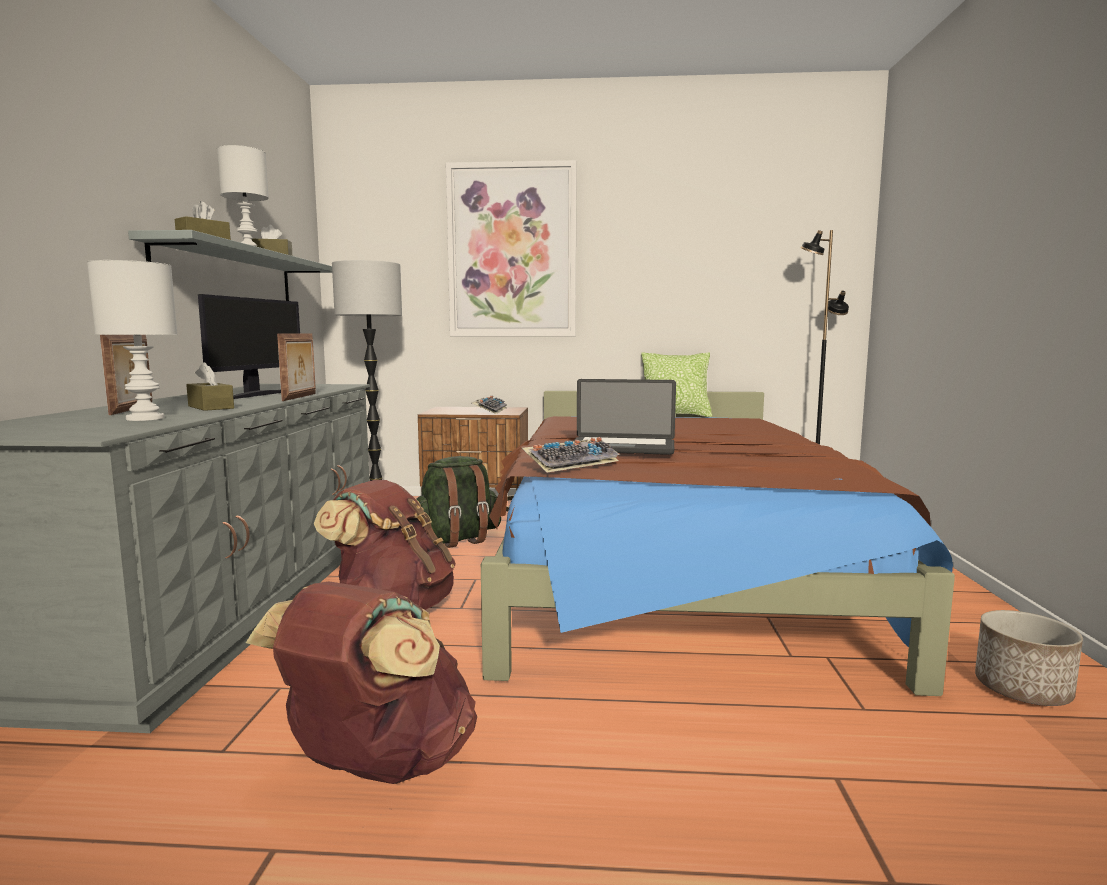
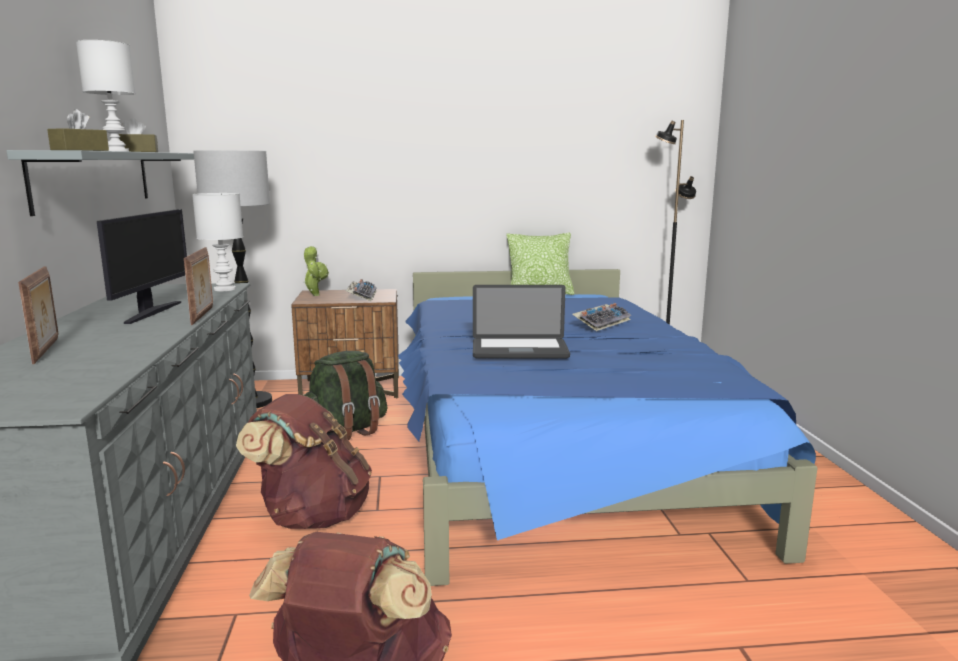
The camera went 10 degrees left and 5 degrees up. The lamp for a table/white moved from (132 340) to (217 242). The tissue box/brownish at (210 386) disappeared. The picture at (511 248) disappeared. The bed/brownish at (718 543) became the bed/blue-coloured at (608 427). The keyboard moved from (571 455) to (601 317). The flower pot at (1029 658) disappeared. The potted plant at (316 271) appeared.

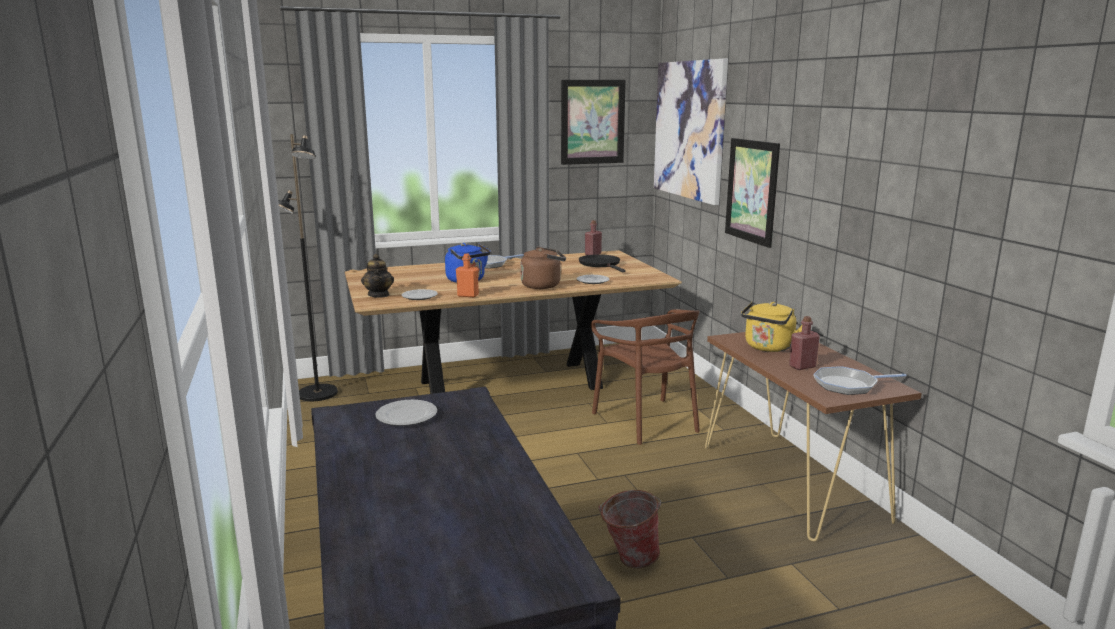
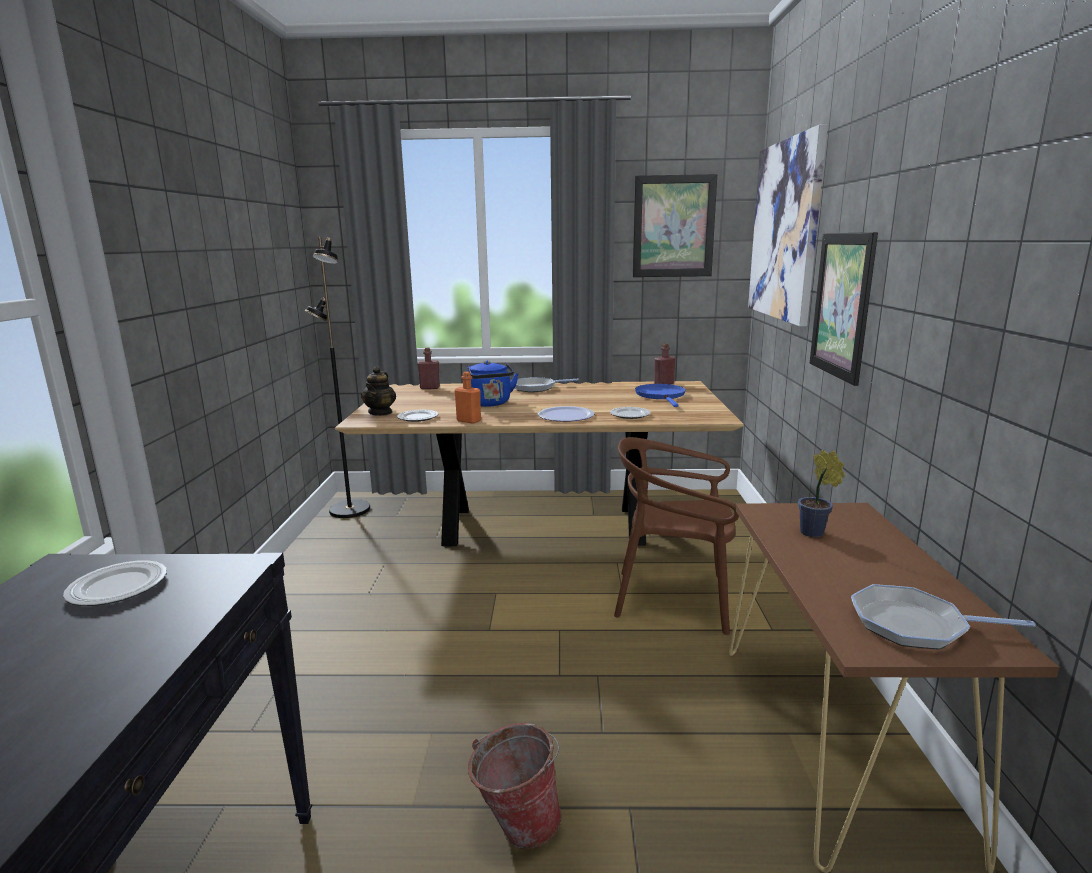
The camera went 20 degrees right and 0 degrees up. The tea kettle/brownish at (543 268) was replaced by the dinner plate at (566 414). The frying pan/black-coloured at (602 263) became the frying pan/blue-coloured at (660 395). The chair/brownish at (645 377) turned 105 degrees clockwise. The tea kettle/yellow at (771 327) was replaced by the potted plant at (821 493). The bottle/reddish moved from (804 343) to (428 368).

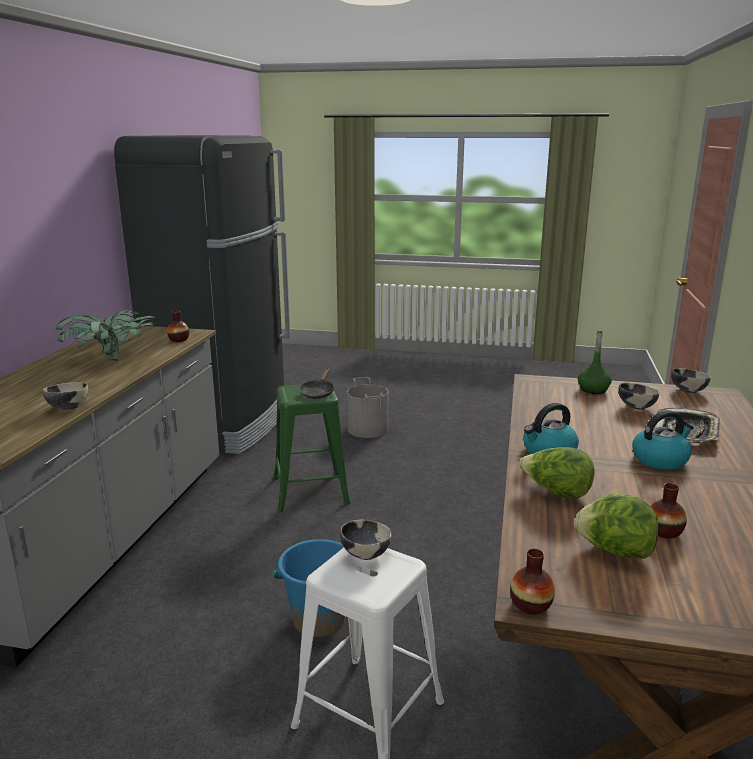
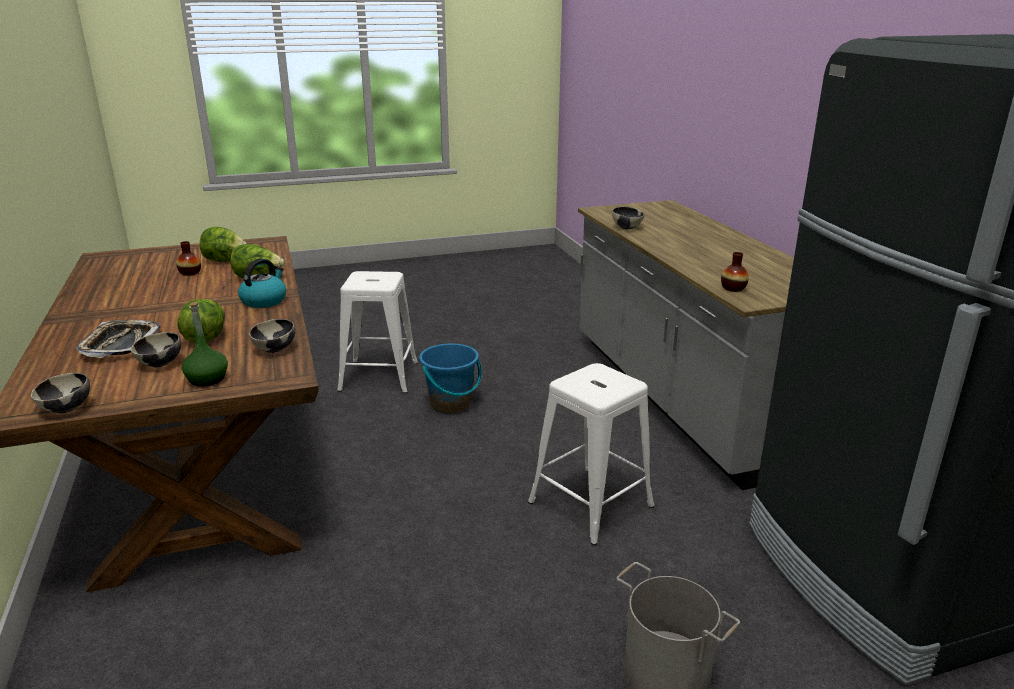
The camera went 150 degrees right and 5 degrees up. The potted plant at (104 335) disappeared. The sitting stool/green-coloured at (312 448) became the sitting stool/white at (591 454). The frying pan/black-coloured at (317 383) disappeared. The serving bowl moved from (365 540) to (272 336). The decorative vase at (532 582) disappeared. The tea kettle at (663 440) disappeared. The lettuce at (201 321) appeared.

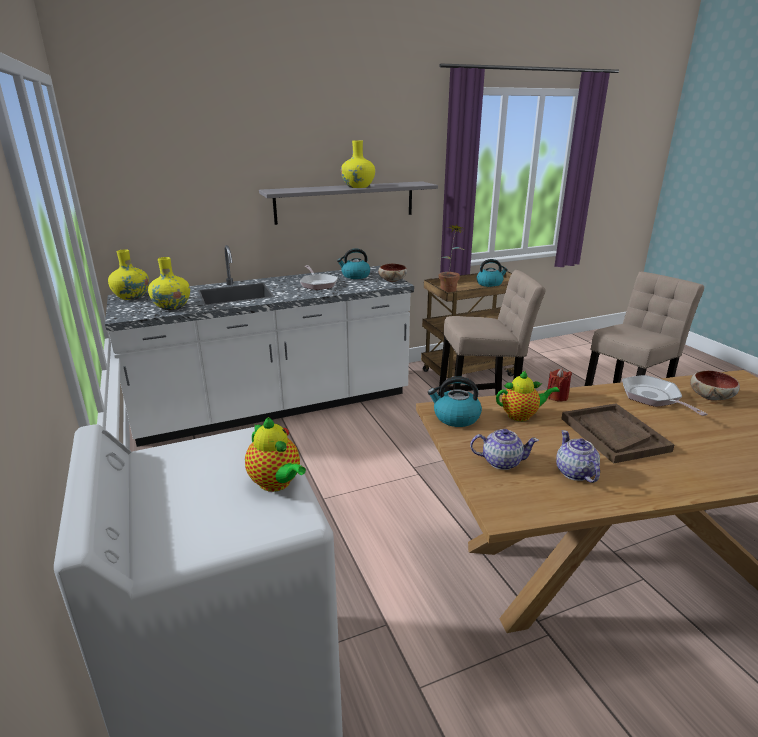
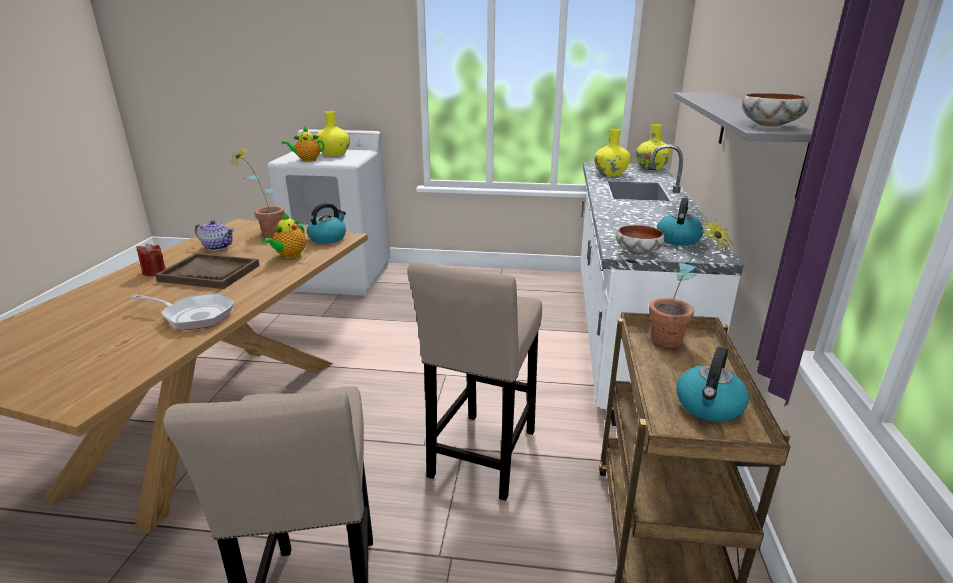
The camera went 120 degrees right and 0 degrees up. The frying pan at (319 277) disappeared. The decorative vase/yellow moved from (358 164) to (332 134). The pot for tea at (504 449) was replaced by the potted plant at (257 191). The wax candle/reddish moved from (559 385) to (151 259). The serving bowl moved from (715 386) to (775 110).

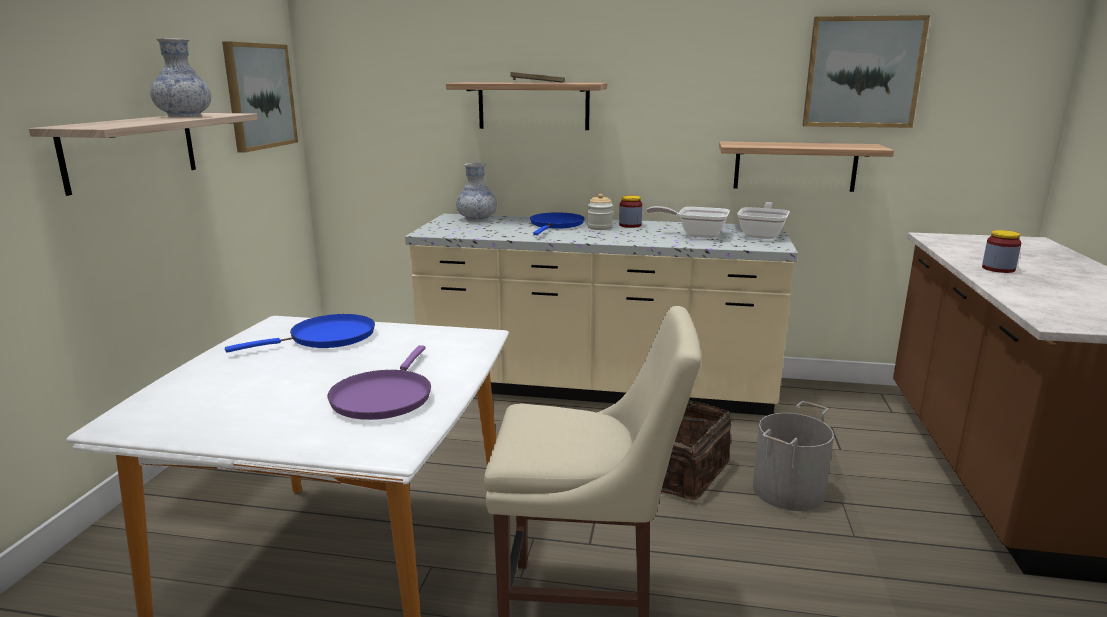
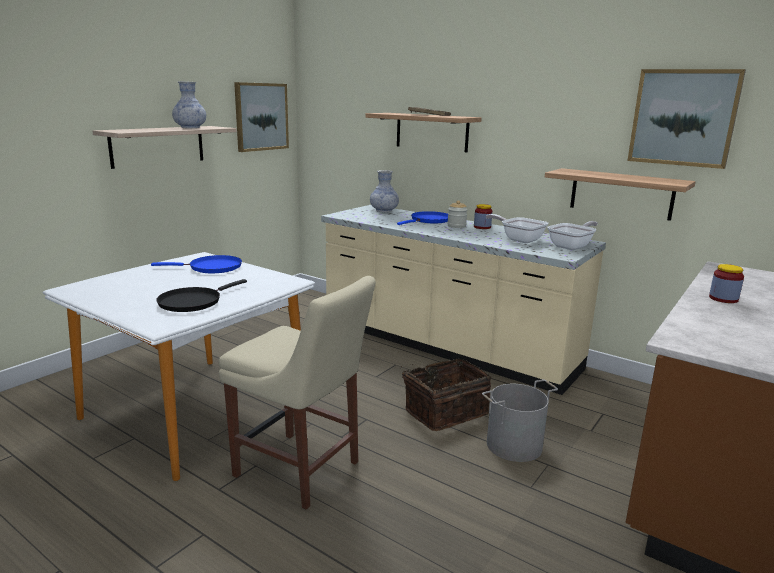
The camera went 25 degrees right and 0 degrees up. The frying pan/purplish at (379 382) became the frying pan/black-coloured at (201 295).

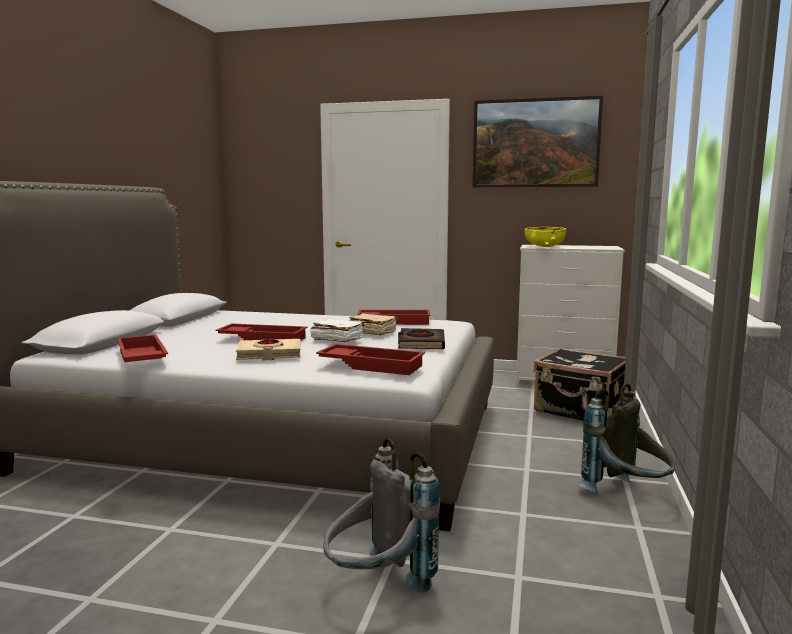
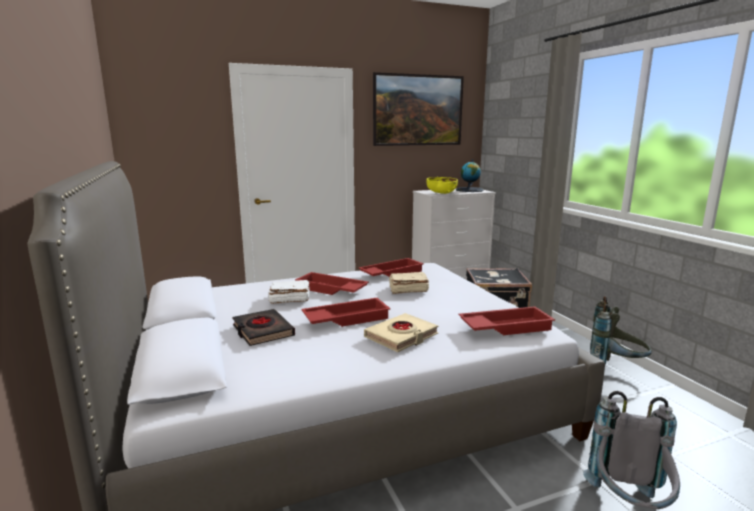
The camera went 35 degrees left and 5 degrees up. The tray/reddish moved from (142 348) to (332 283). The bound book/white moved from (337 330) to (289 292). The bound book/black-coloured moved from (421 338) to (263 327). The globe at (470 175) appeared.

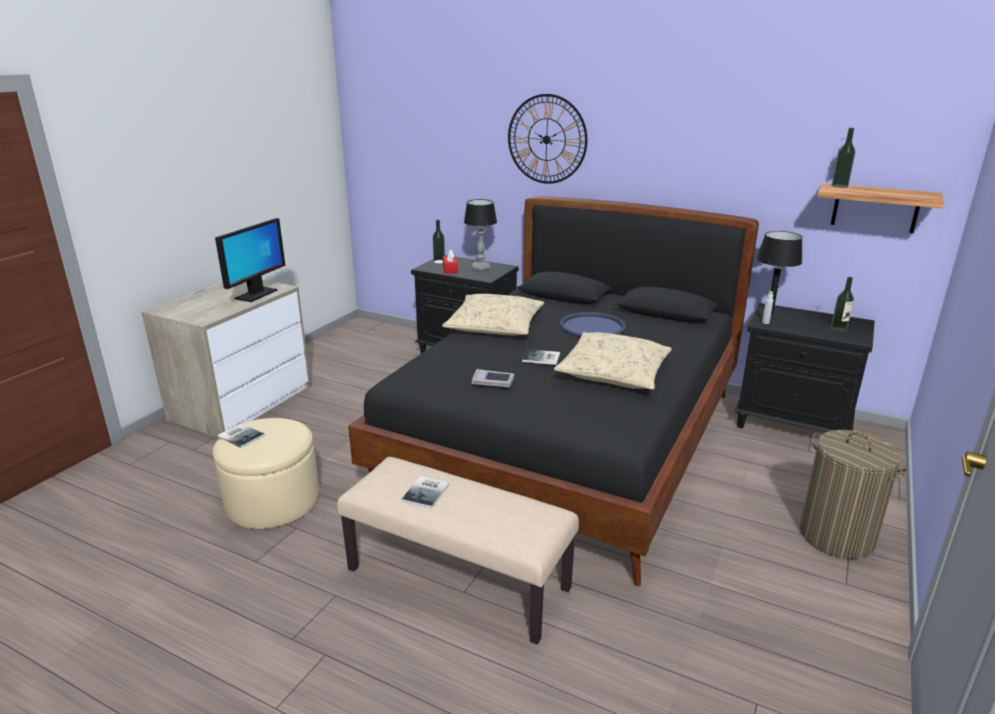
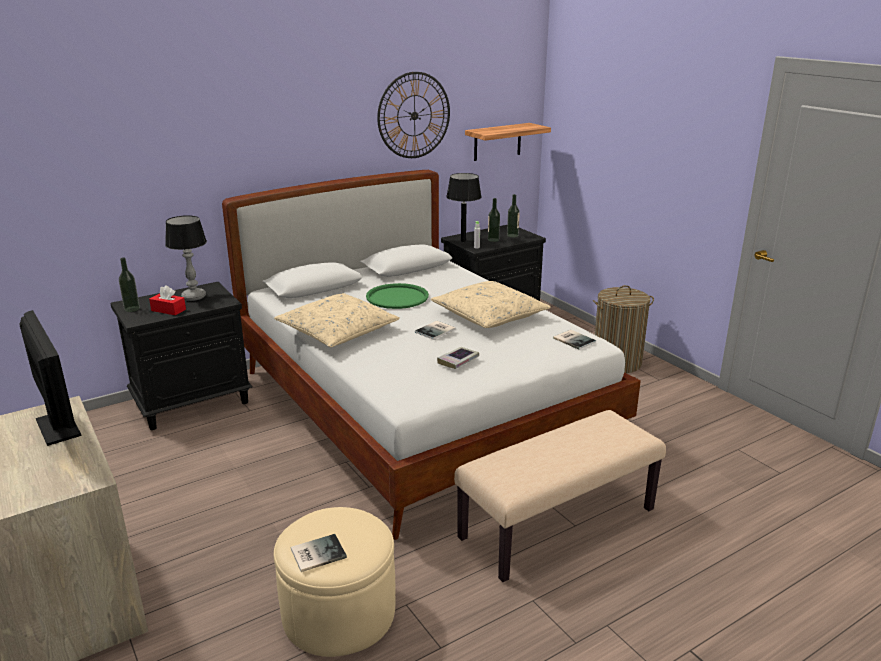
The camera went 60 degrees left and 0 degrees up. The bed/black-coloured at (553 391) became the bed/white at (431 355). The bound book moved from (425 492) to (574 340). The hanging clock moved from (548 139) to (413 115). The tray/blue-coloured at (593 324) became the tray/green-coloured at (397 296). The bottle moved from (843 158) to (494 220).

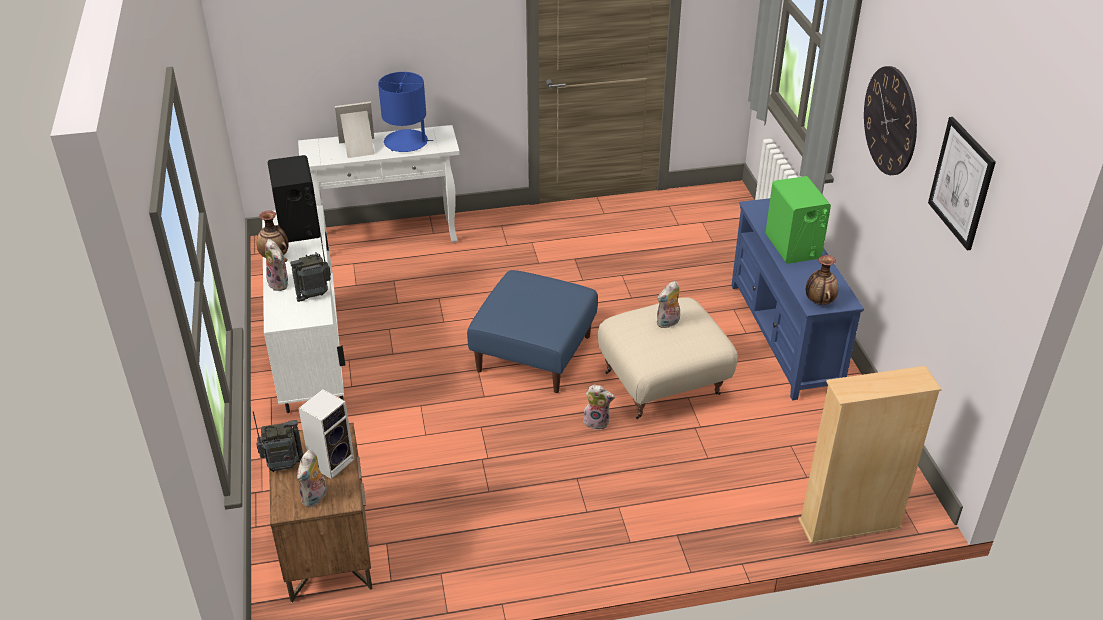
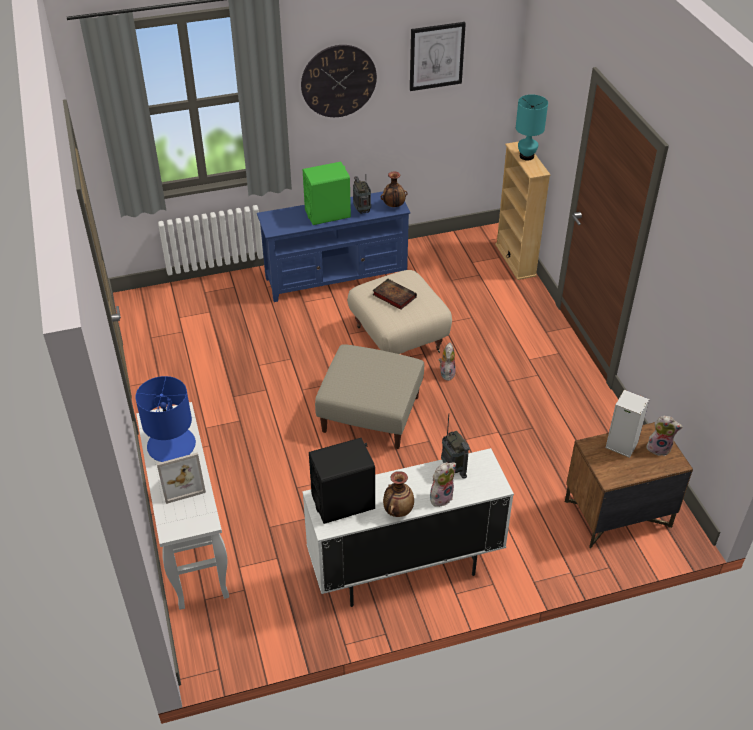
The camera went 95 degrees left and 5 degrees up. The radio receiver moved from (278 442) to (362 195). The standing frame at (354 129) turned 90 degrees counterclockwise. The pouffe/blue-coloured at (532 331) became the pouffe/beige at (369 396). The soft toy at (668 304) was replaced by the bound book at (394 294). The lamp for a table/blue-green at (532 127) appeared.

